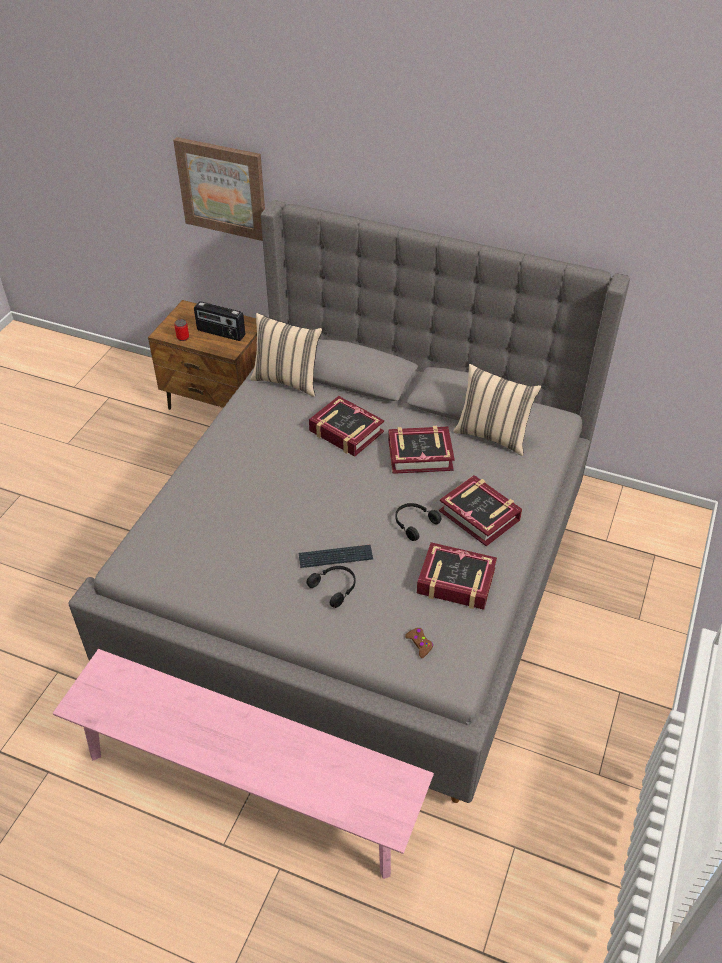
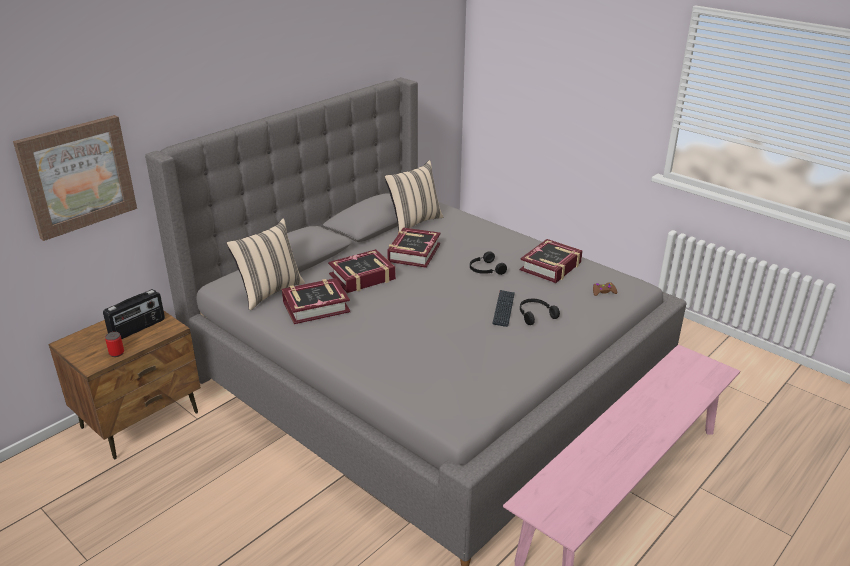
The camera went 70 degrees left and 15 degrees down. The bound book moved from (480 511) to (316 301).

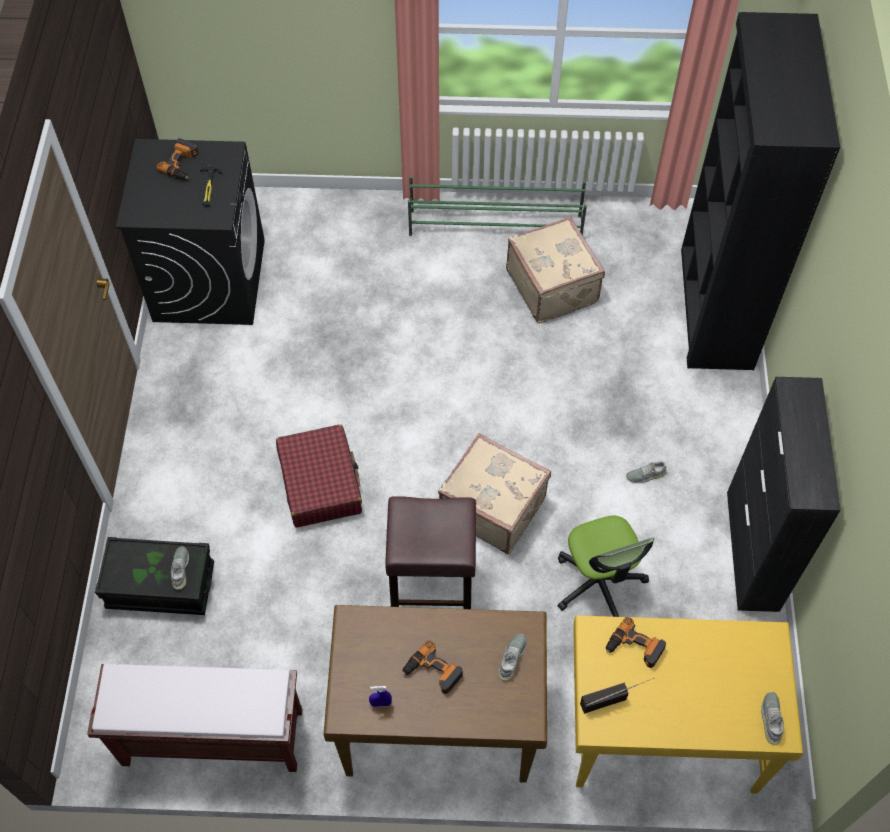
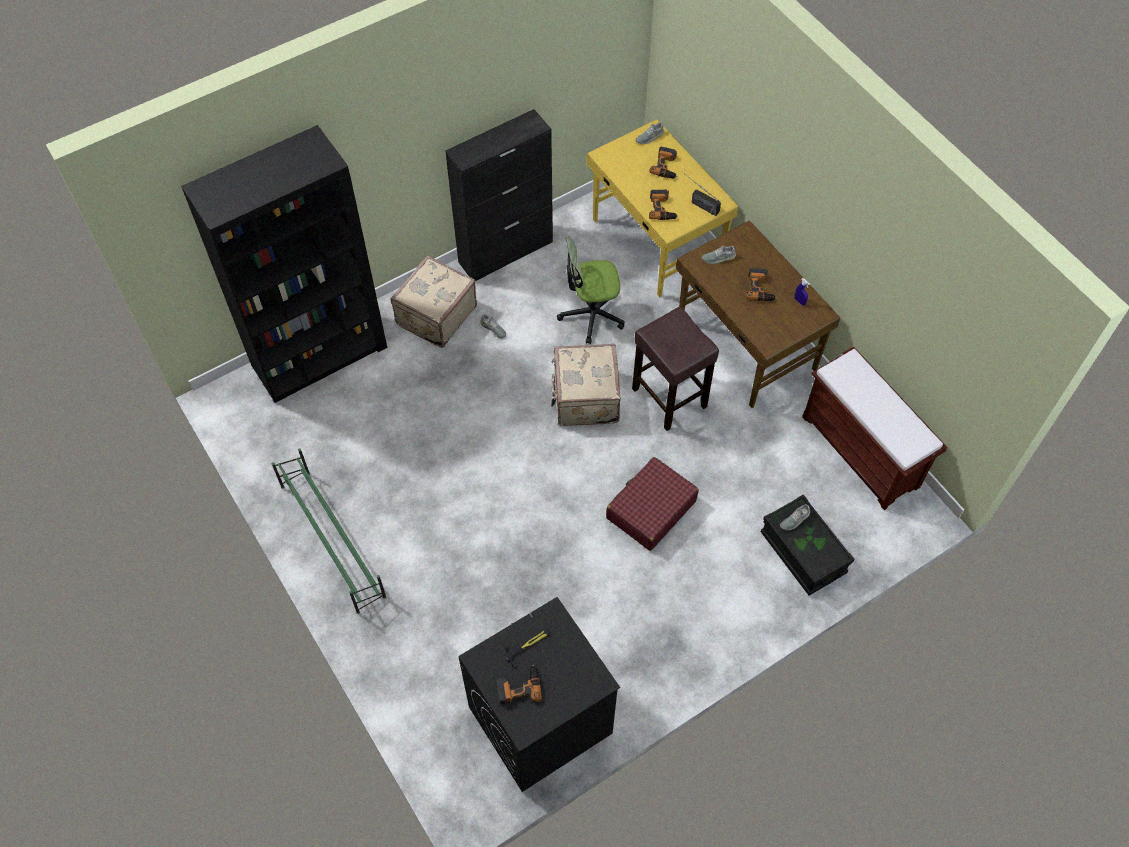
The camera went 125 degrees left and 0 degrees up. The suitcase/beige moved from (555 270) to (433 301). The office chair at (605 566) turned 135 degrees counterclockwise. The electric drill at (663 163) appeared.

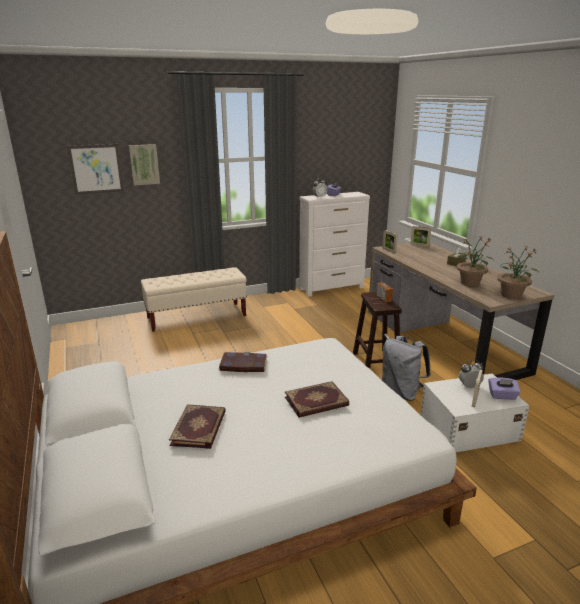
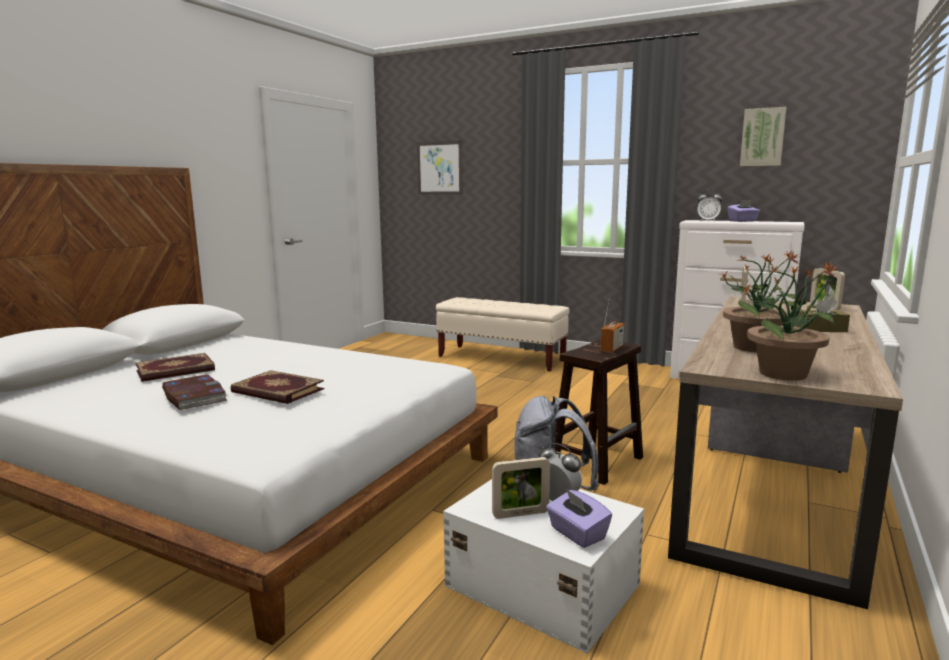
The camera went 50 degrees right and 10 degrees down. The picture moved from (144 164) to (763 136). The bound book moved from (243 362) to (195 392).

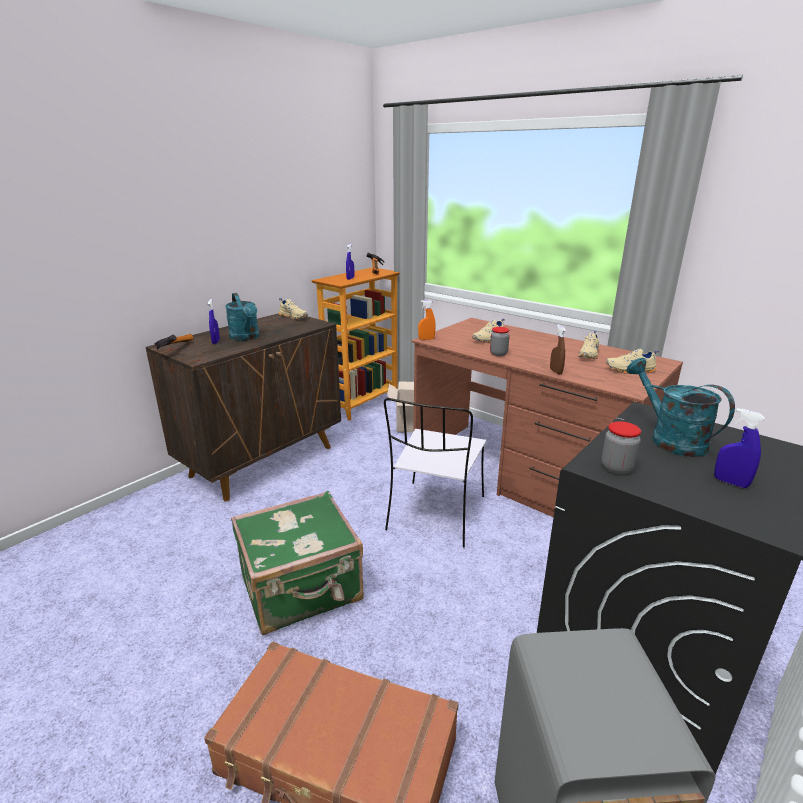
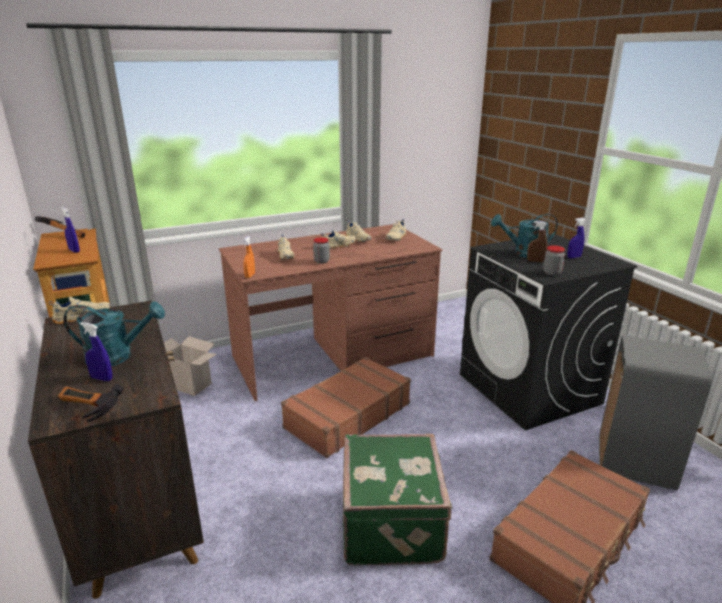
The camera went 65 degrees left and 0 degrees up. The chair/white at (435 472) was replaced by the suitcase/brownish at (346 407). The hand sprayer/brownish moved from (558 350) to (537 241). The shoe/beige at (338 239) appeared.

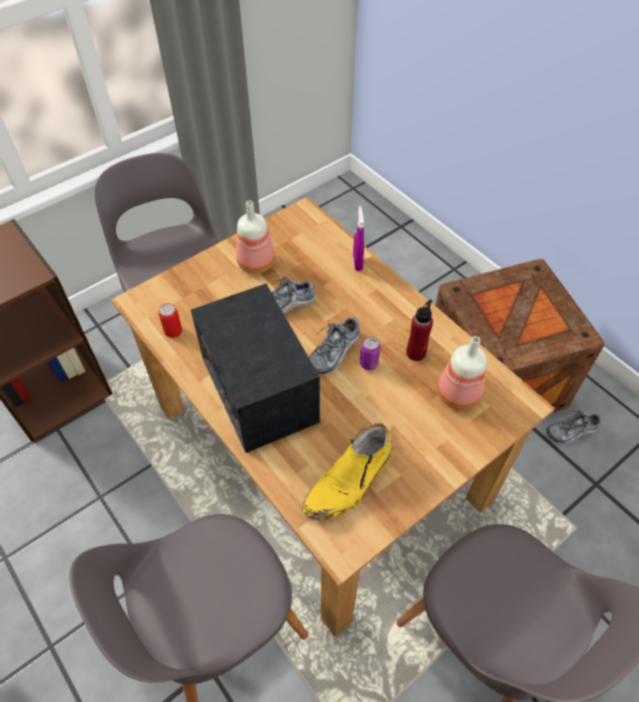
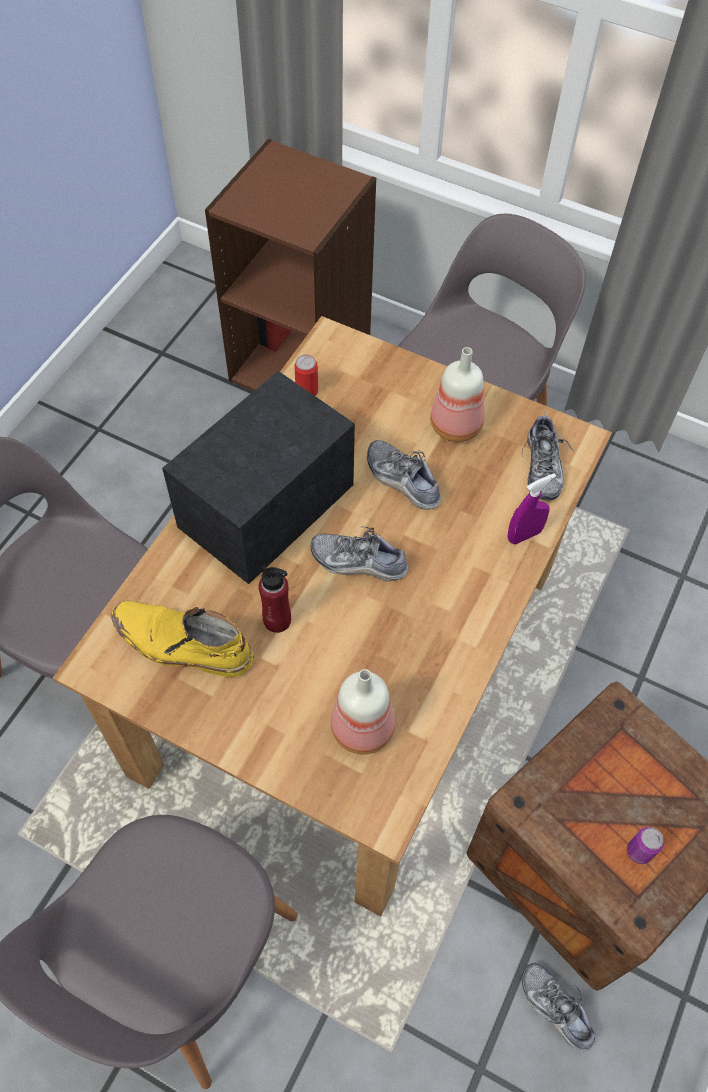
The camera went 65 degrees right and 5 degrees up. The metal can moved from (370 353) to (645 845). The bottle/reddish moved from (419 330) to (275 599). The shoe at (548 455) appeared.

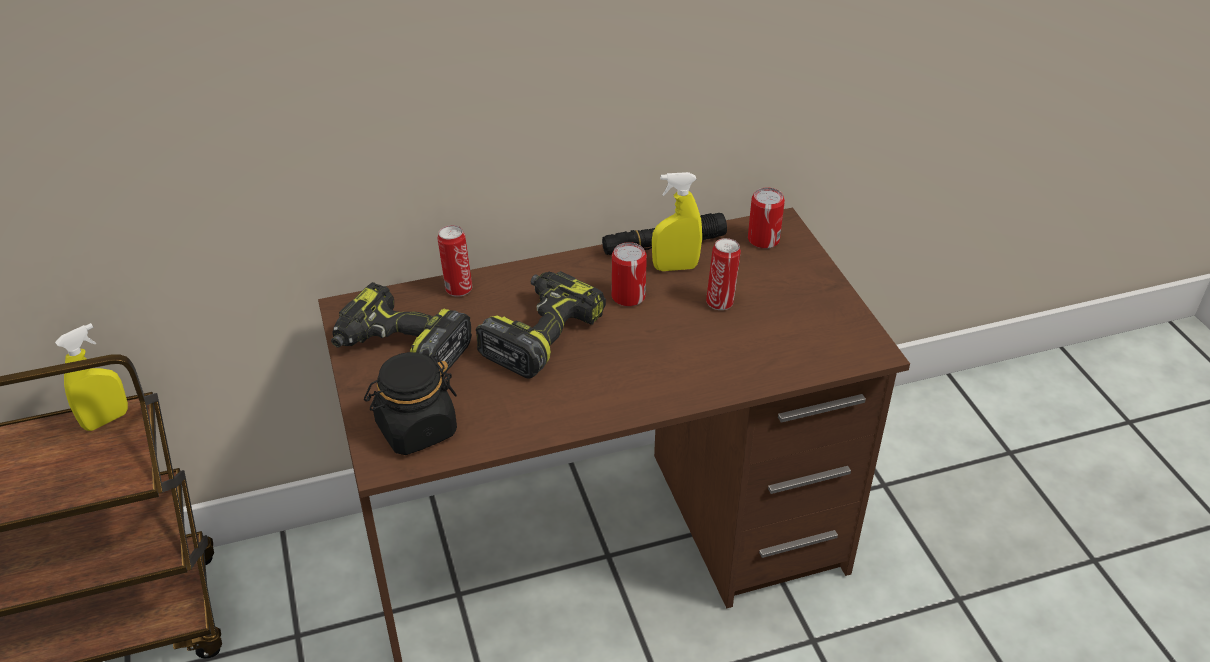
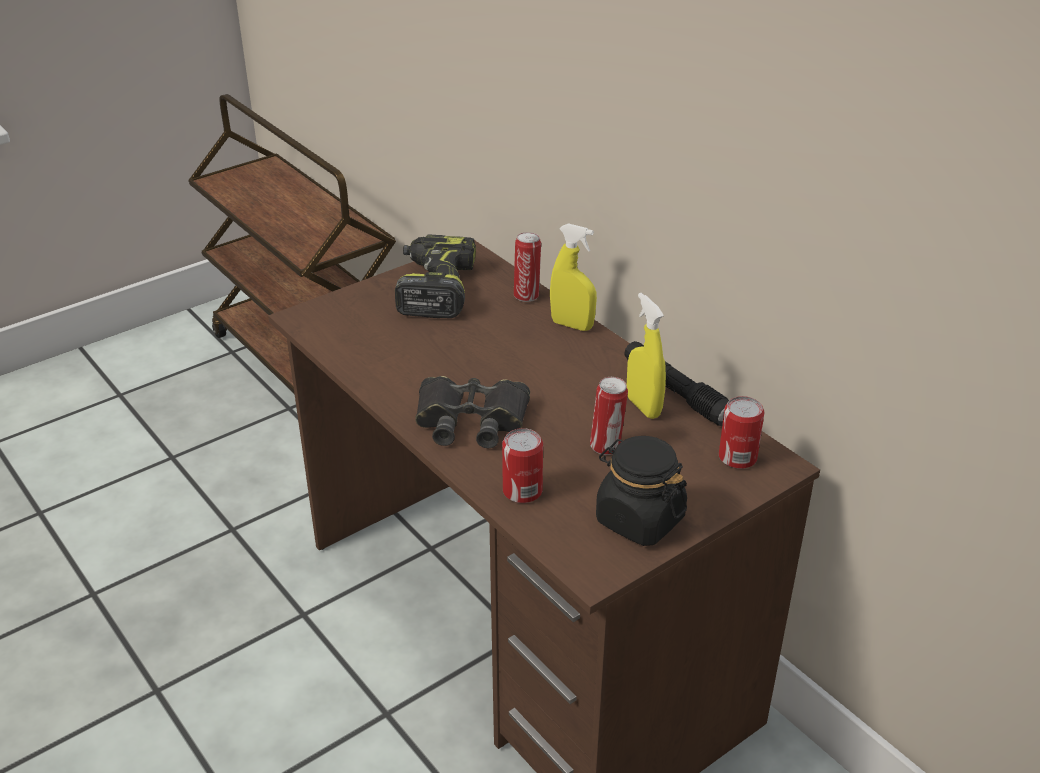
The camera went 70 degrees right and 5 degrees down. The hand sprayer/yellow moved from (91 377) to (573 277). The jar/black-coloured moved from (410 403) to (641 491). The electric drill at (541 325) disappeared. The metal can moved from (629 274) to (522 465). The pair of binoculars/black-coloured at (472 412) appeared.

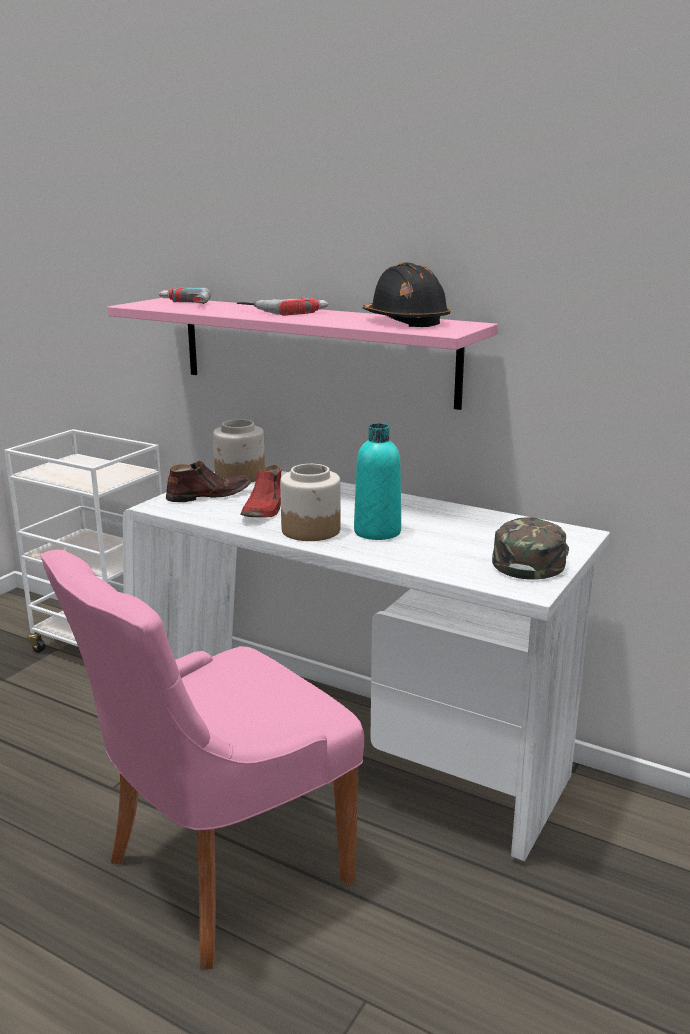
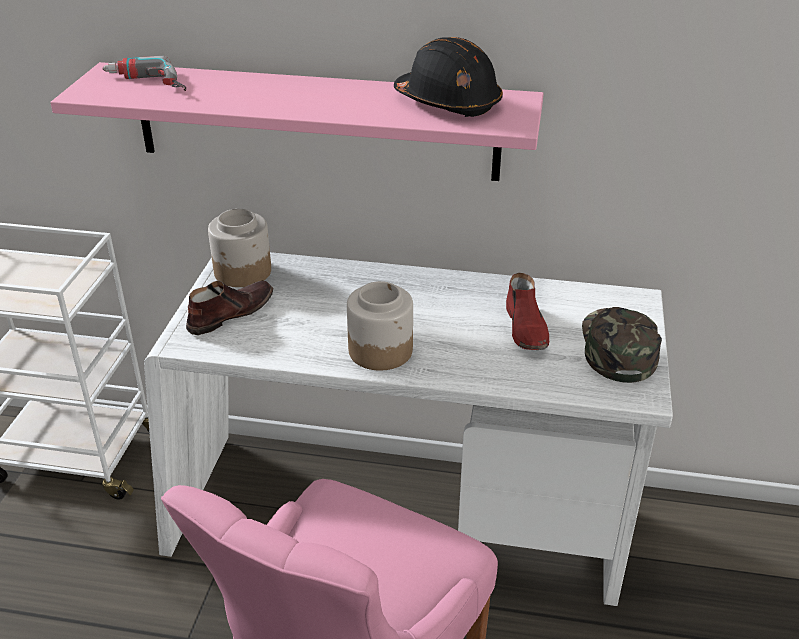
The camera went 20 degrees left and 15 degrees up. The electric drill at (282 306) disappeared. The shoe/reddish moved from (260 491) to (527 311). The bottle/blue-green at (377 481) disappeared.

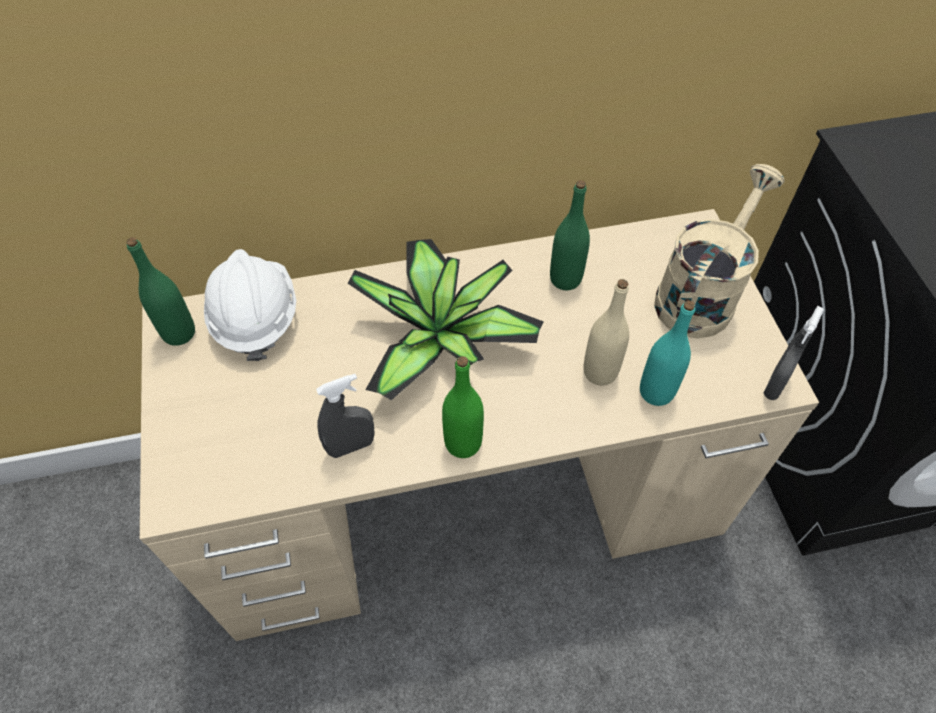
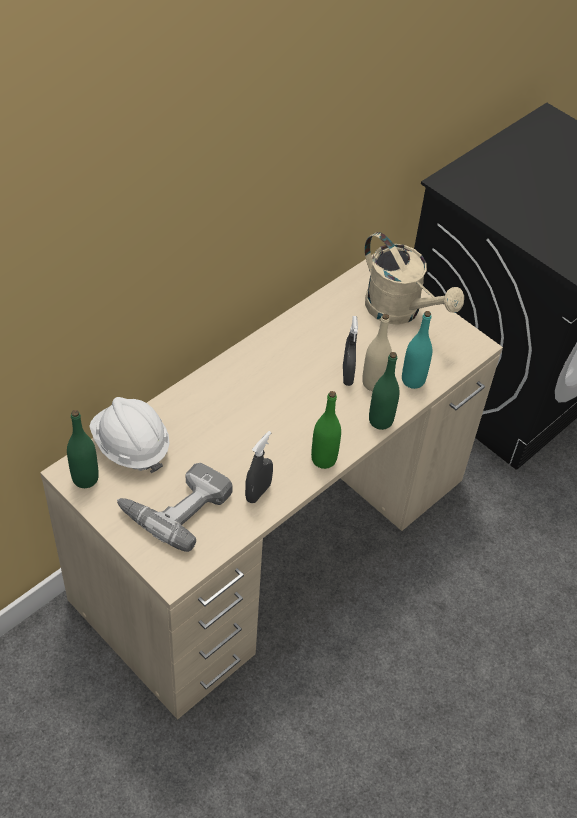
The camera went 35 degrees left and 5 degrees down. The potted plant at (446 319) disappeared. The bottle/green-coloured moved from (570 235) to (384 391). The watering can/beige at (719 251) turned 135 degrees clockwise. The hand sprayer/gray moved from (794 353) to (350 351). The electric drill at (175 507) appeared.

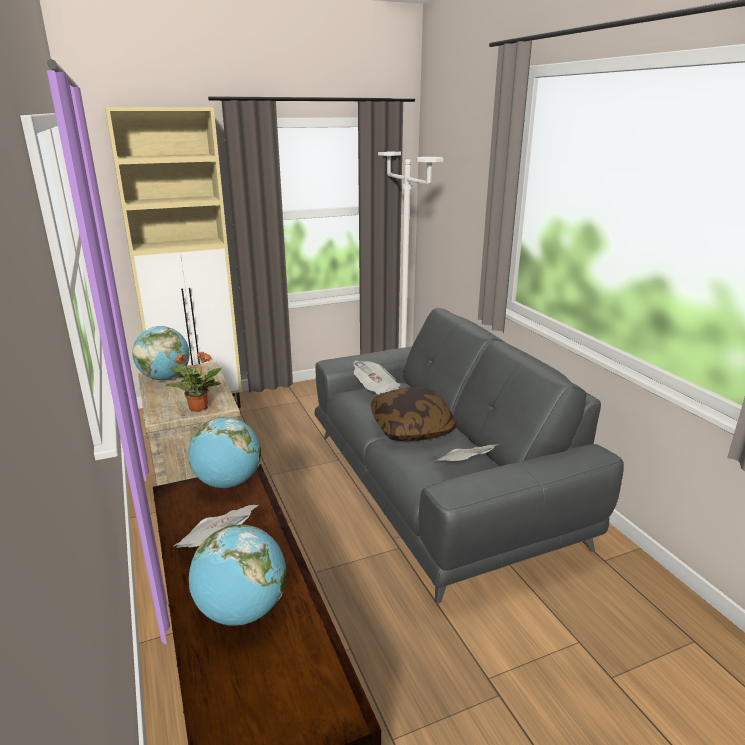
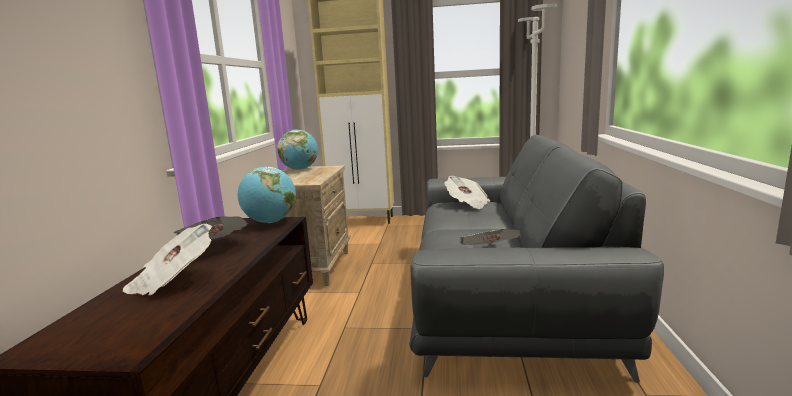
The camera went 30 degrees right and 10 degrees down. The potted plant at (194 381) disappeared. The globe at (238 575) was replaced by the printed paper at (167 259). The throw pillow at (414 414) disappeared.

